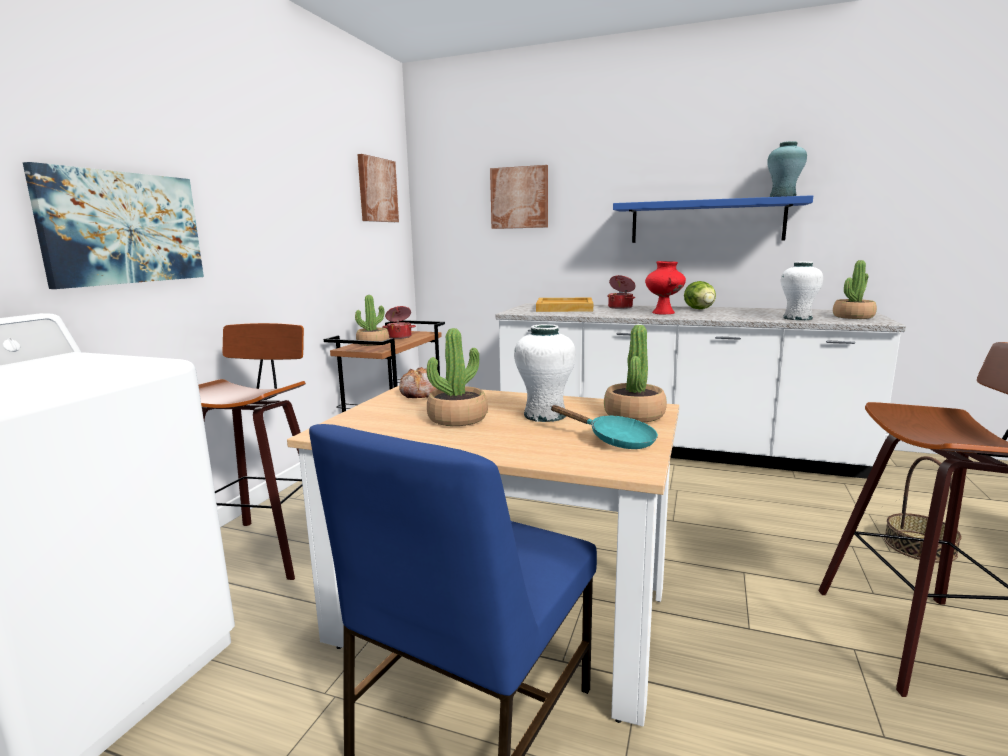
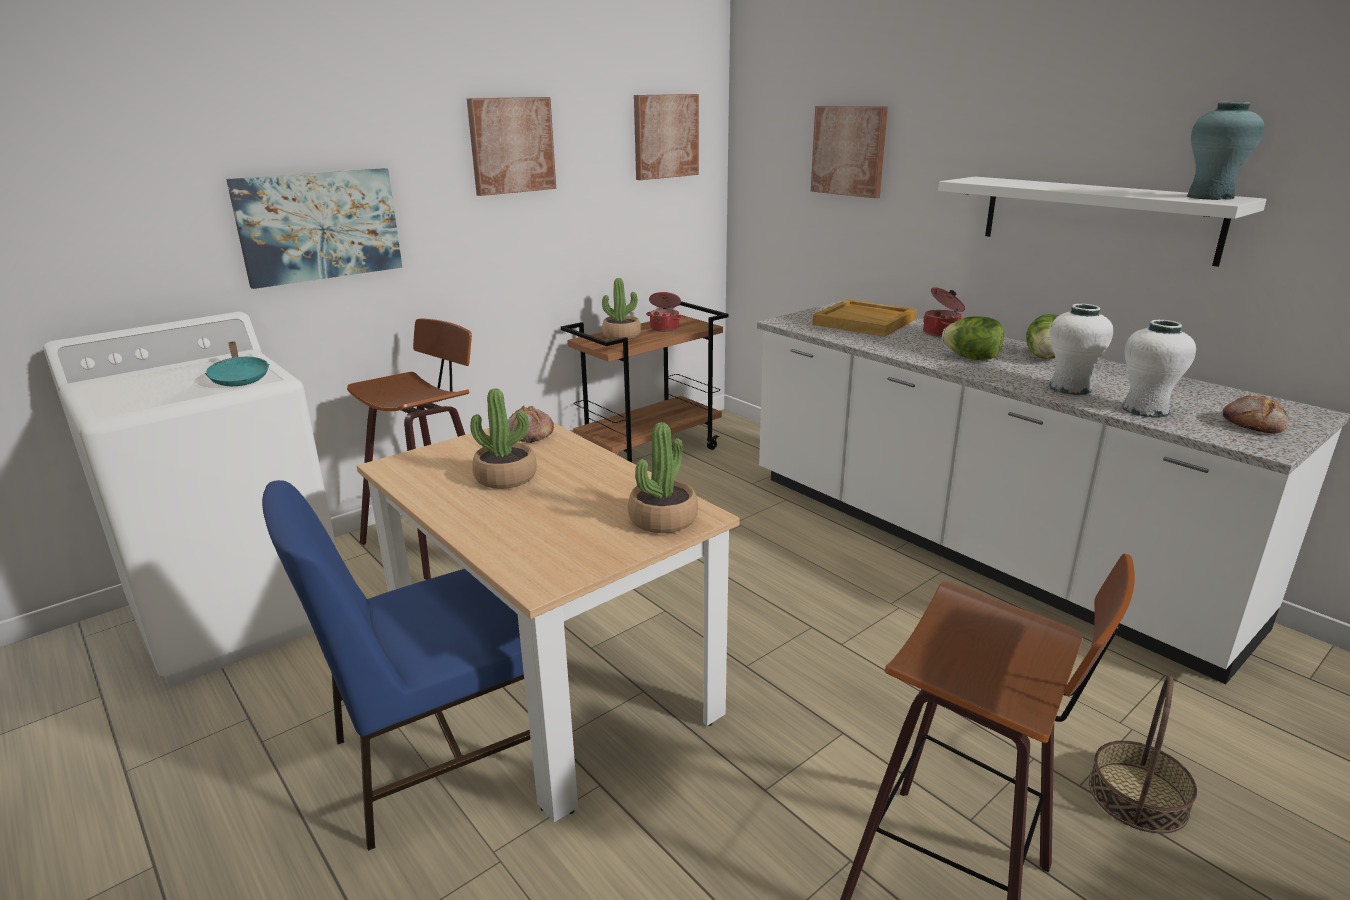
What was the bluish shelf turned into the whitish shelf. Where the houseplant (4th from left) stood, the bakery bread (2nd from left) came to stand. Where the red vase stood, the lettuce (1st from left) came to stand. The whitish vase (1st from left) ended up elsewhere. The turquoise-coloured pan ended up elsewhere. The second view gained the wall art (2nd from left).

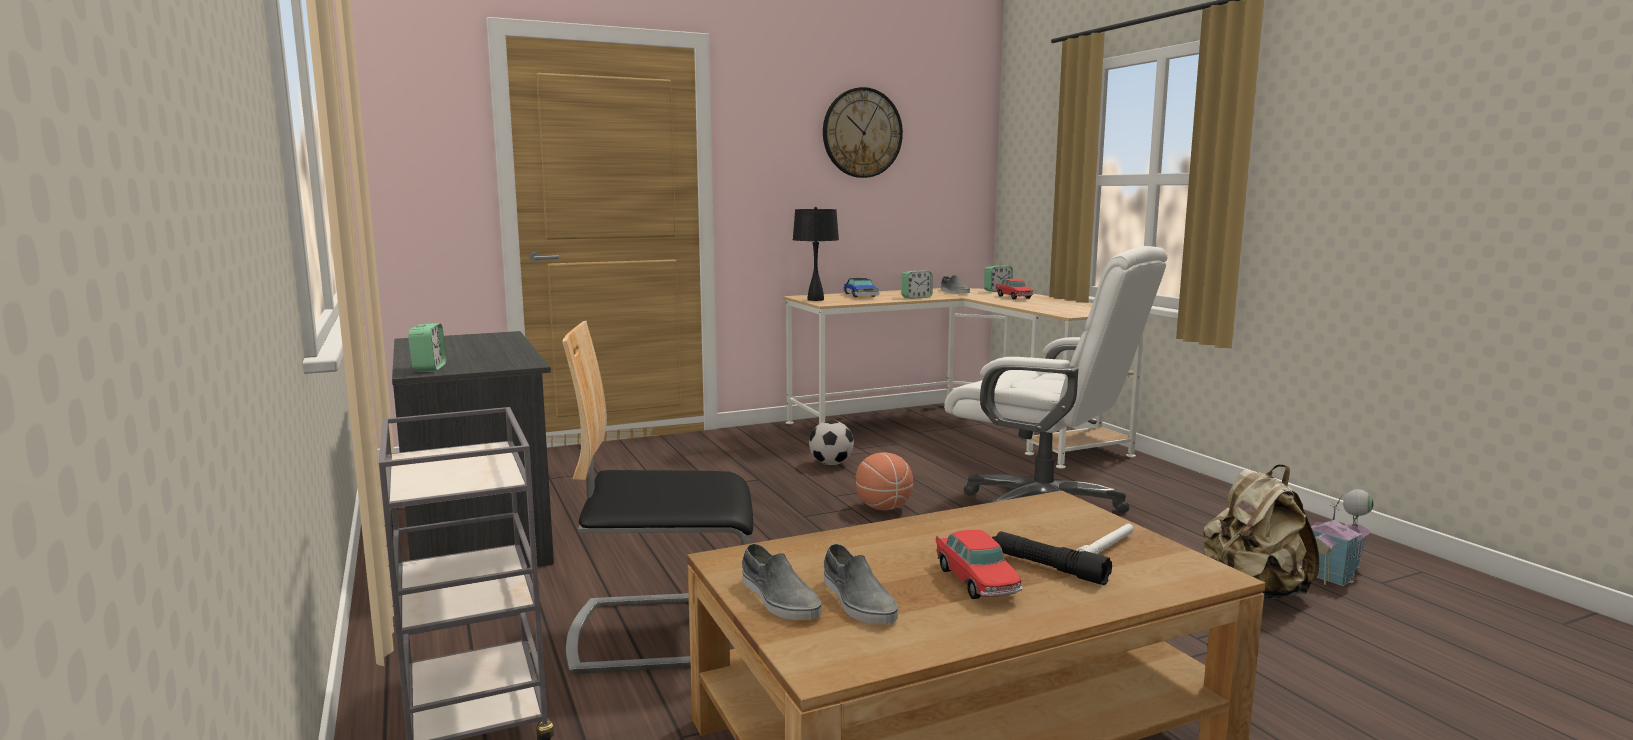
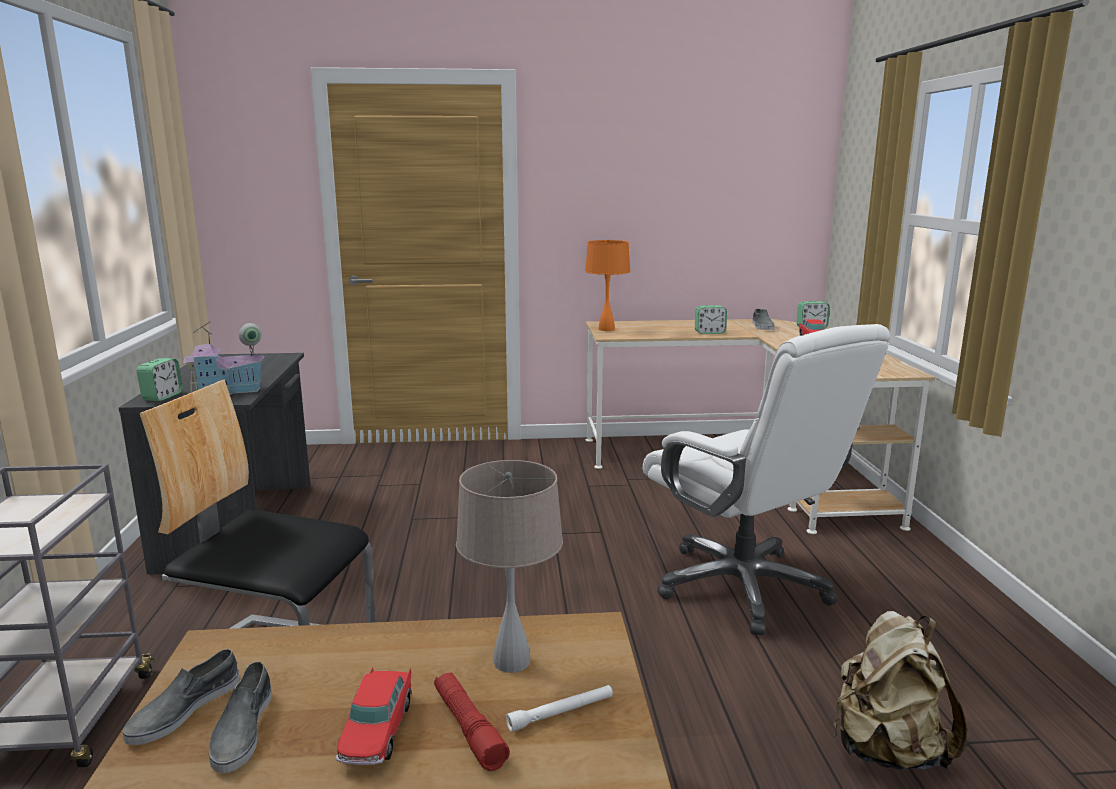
The second view lost the clock on the wall. What was the black-coloured tabletop lamp turned into the orangey tabletop lamp. The second view lost the miniature car (1st from left). The second view lost the football ball. The second view lost the basketball ball. The miniature house ended up elsewhere. What was the black-coloured torch turned into the red torch. The greyish low shoe (1st from left) ended up facing another way, 45 degrees clockwise from before. The second view gained the sand-coloured tabletop lamp.

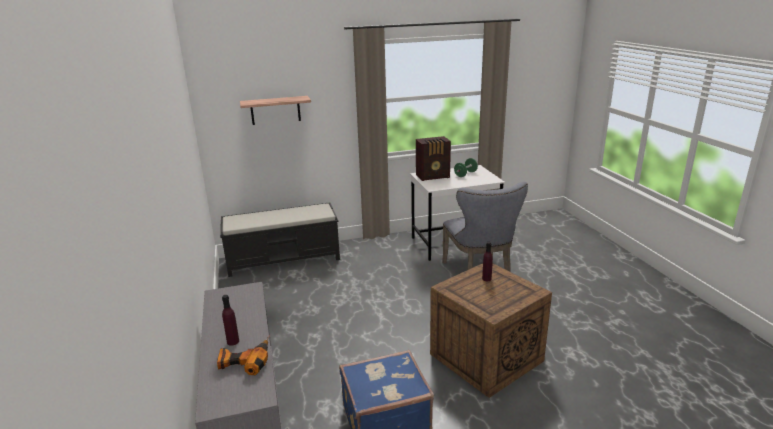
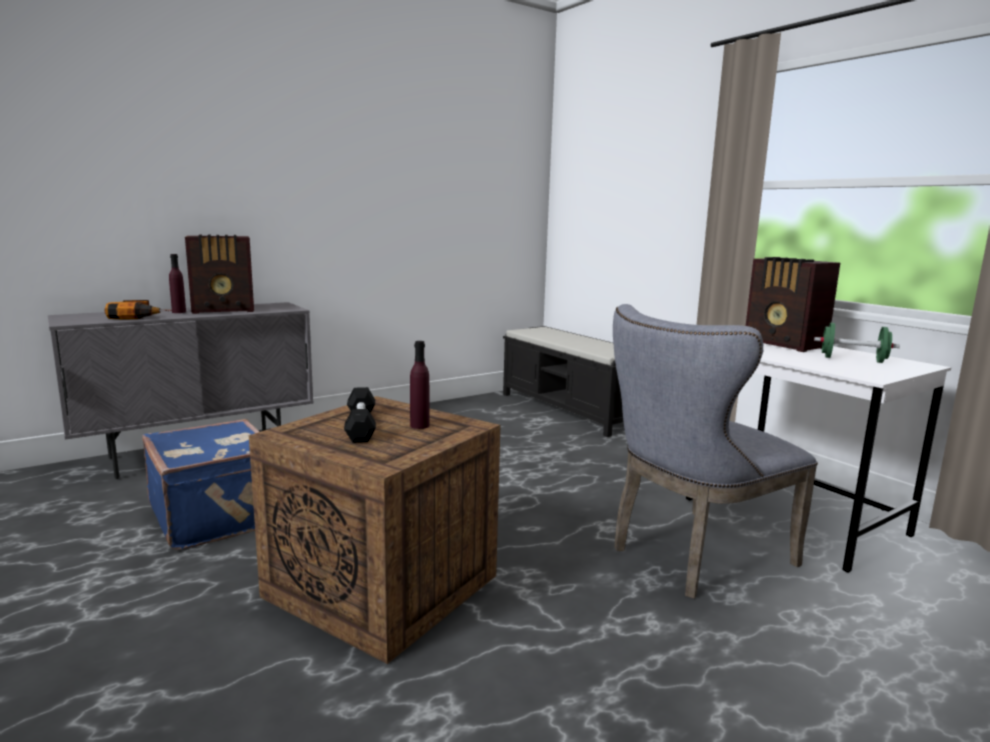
The second view lost the shelf. The second view gained the radio set (1st from left). The second view gained the black-coloured free weight.

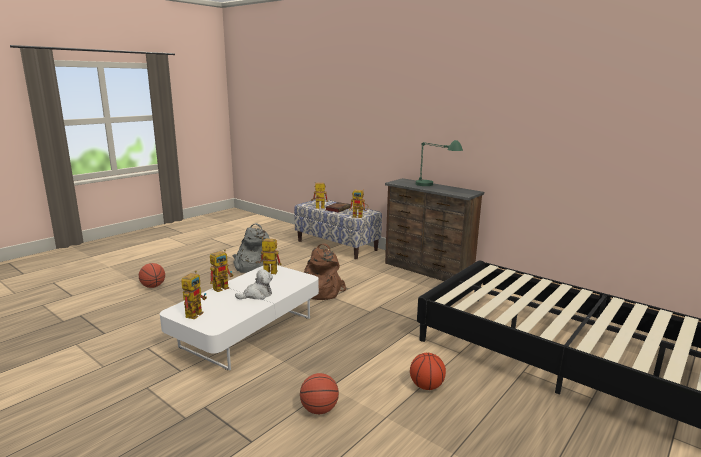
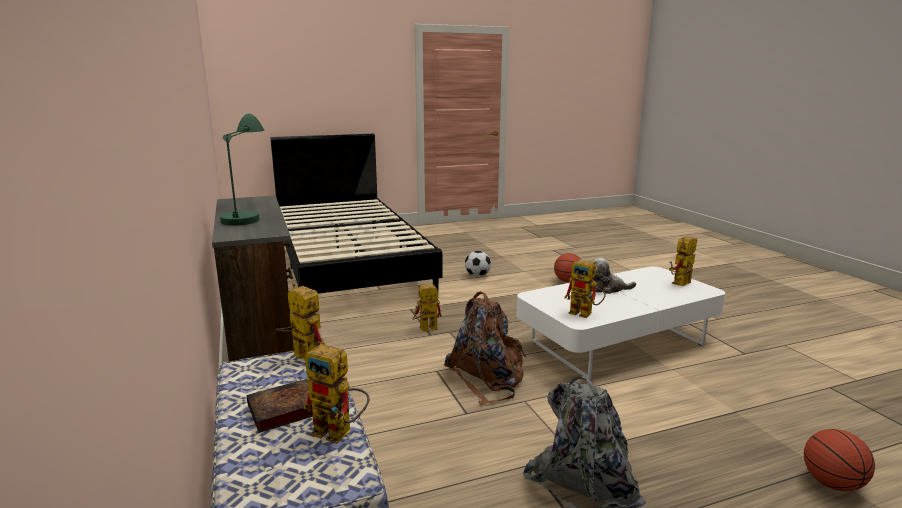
The toy robot (2nd from left in the first image) ended up elsewhere. Where the basketball ball (3rd from left) stood, the football ball came to stand.

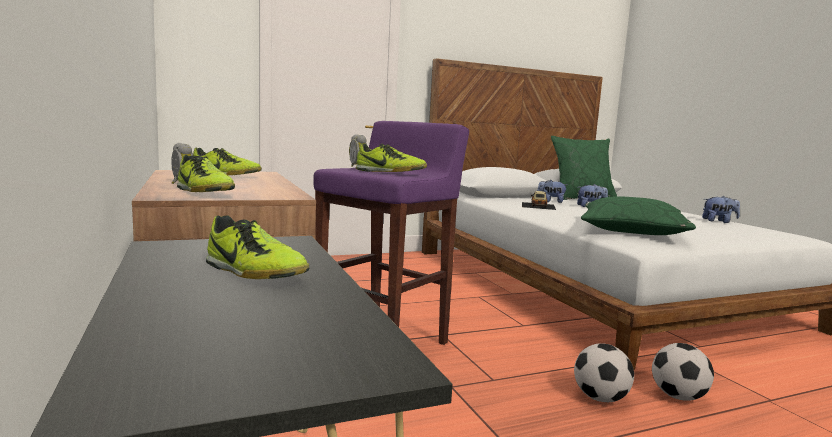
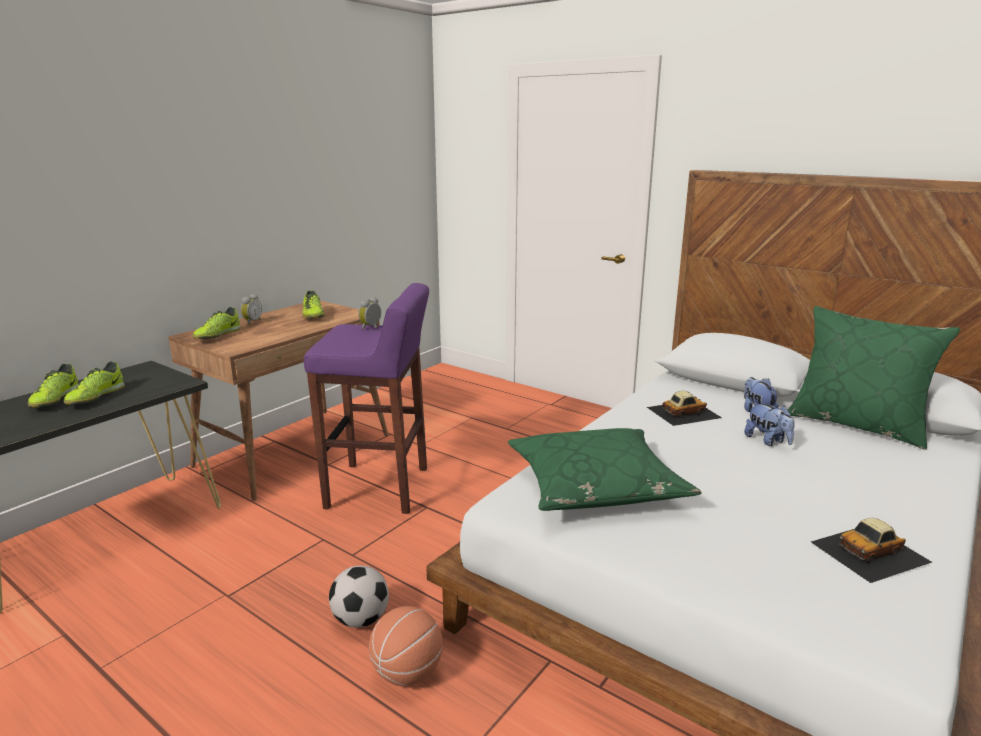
The low shoe (4th from left in the first image) ended up elsewhere. Where the soft toy (3rd from left) stood, the miniature car (2nd from left) came to stand. Where the football ball (2nd from left) stood, the basketball ball came to stand.

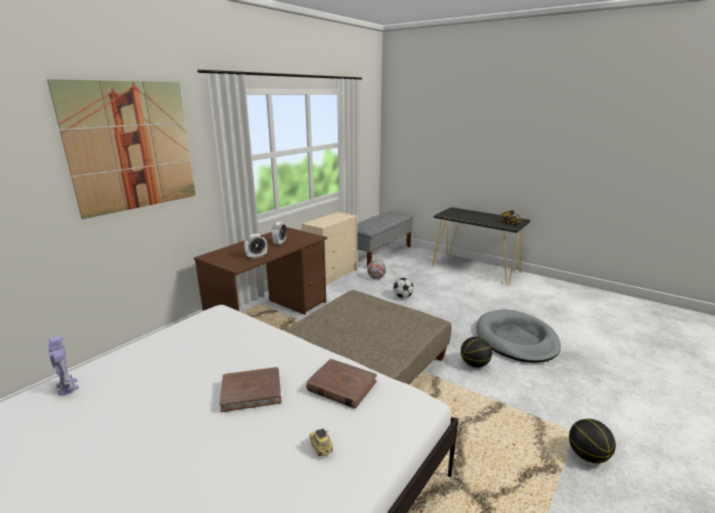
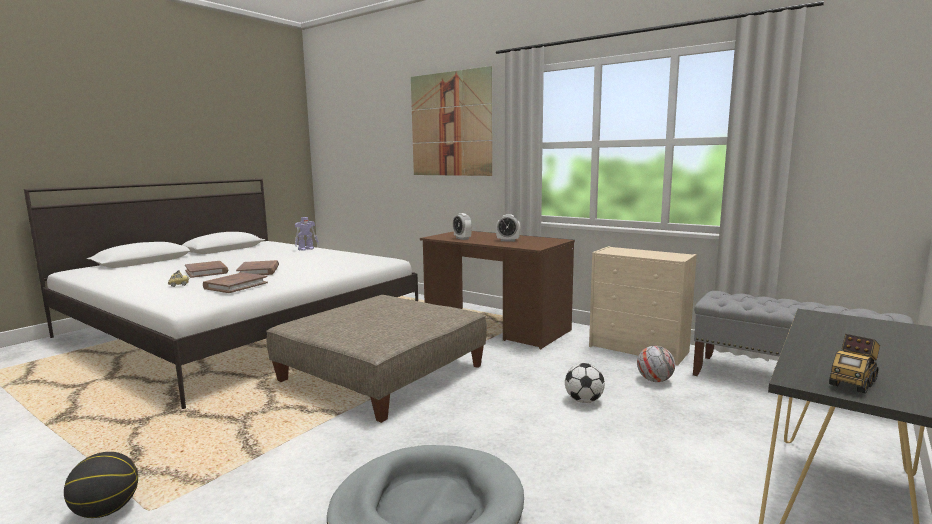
The second view lost the basketball ball (1st from left). The second view gained the brown-coloured volume (1st from left).

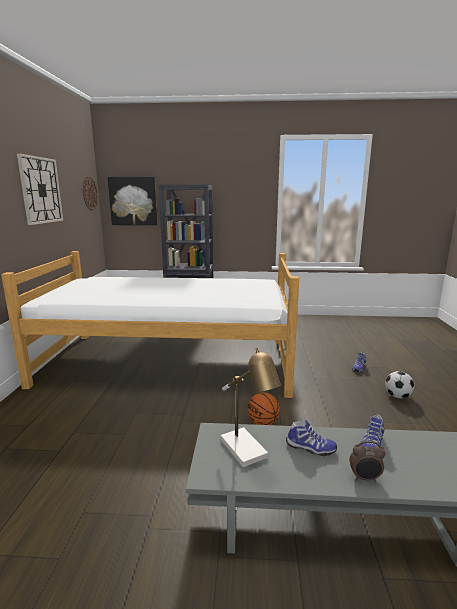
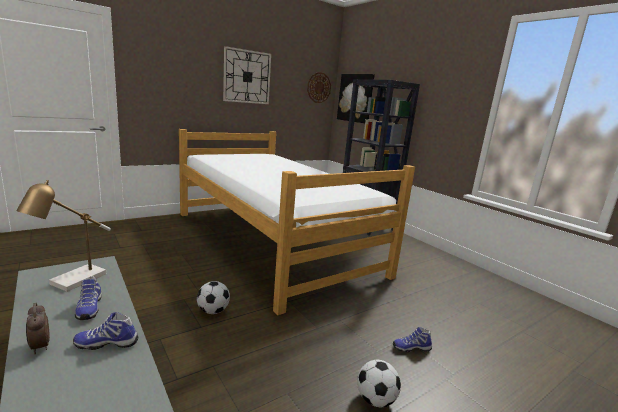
Where the basketball ball stood, the football ball (1st from left) came to stand.

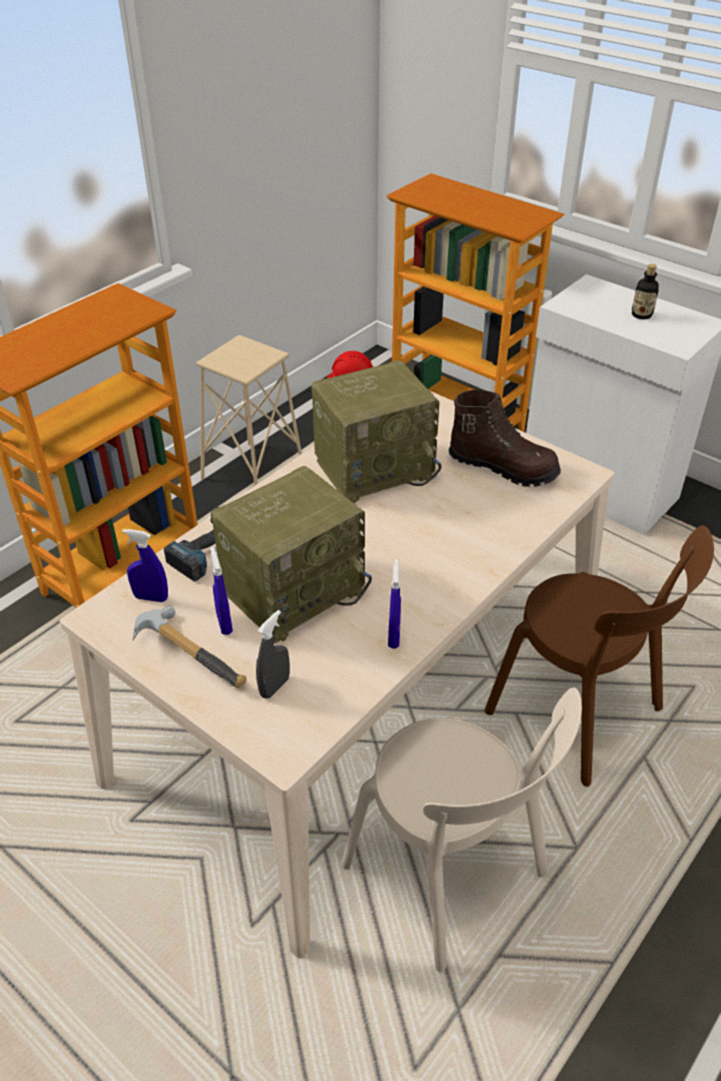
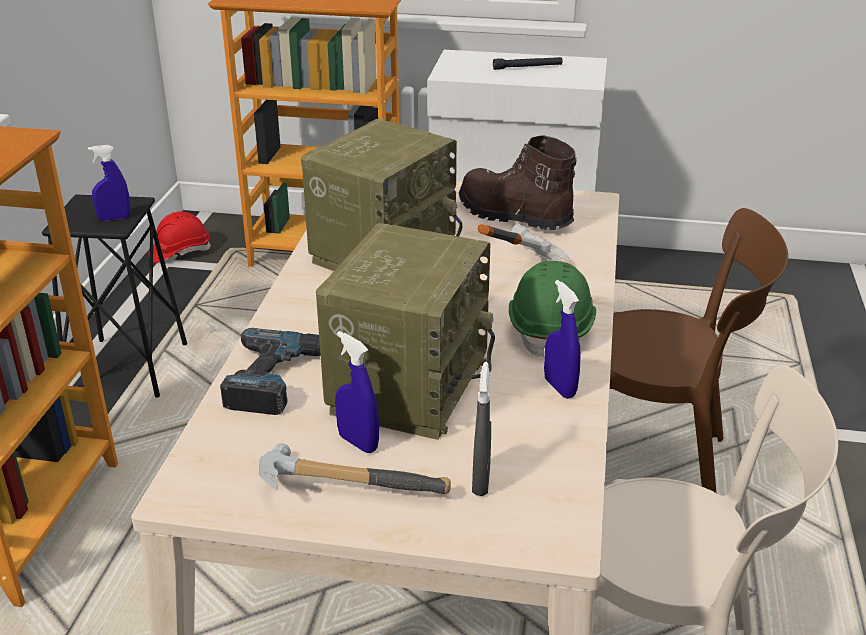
Where the bottle stood, the black-coloured torch came to stand. What was the sand-coloured sitting stool turned into the black-coloured sitting stool. The brown-coloured boot ended up facing another way, 135 degrees counterclockwise from before. The bluish hand sprayer (1st from left) ended up elsewhere. The second view gained the hammer (2nd from left). The second view gained the green-coloured hard hat.

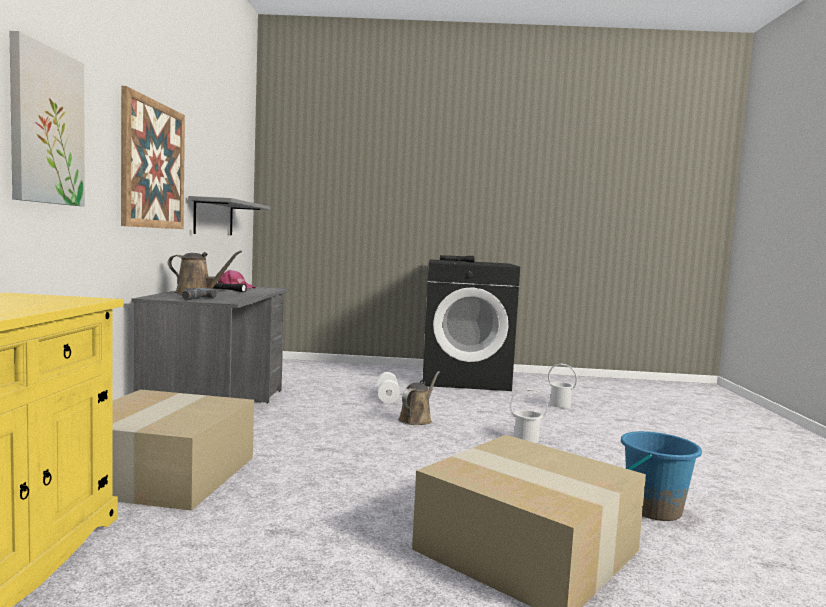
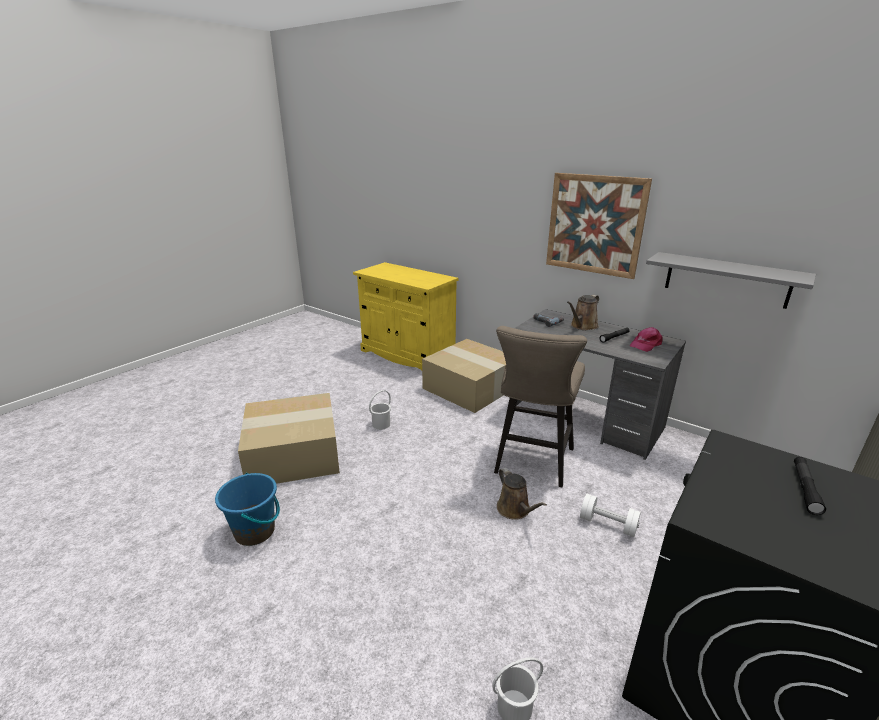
The second view lost the wall art (1st from left). The whitish pail (1st from left) ended up elsewhere. The second view gained the sand-coloured sitting stool.

